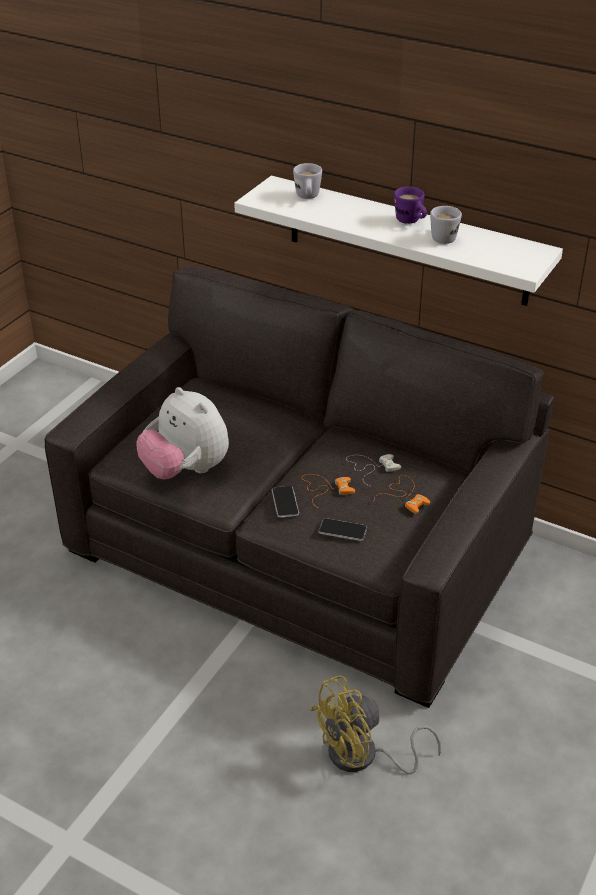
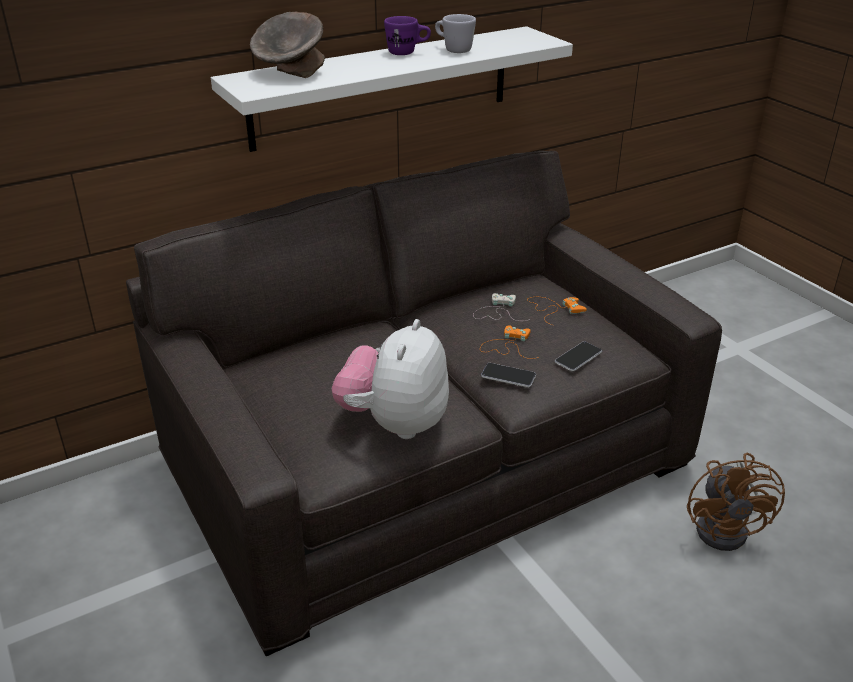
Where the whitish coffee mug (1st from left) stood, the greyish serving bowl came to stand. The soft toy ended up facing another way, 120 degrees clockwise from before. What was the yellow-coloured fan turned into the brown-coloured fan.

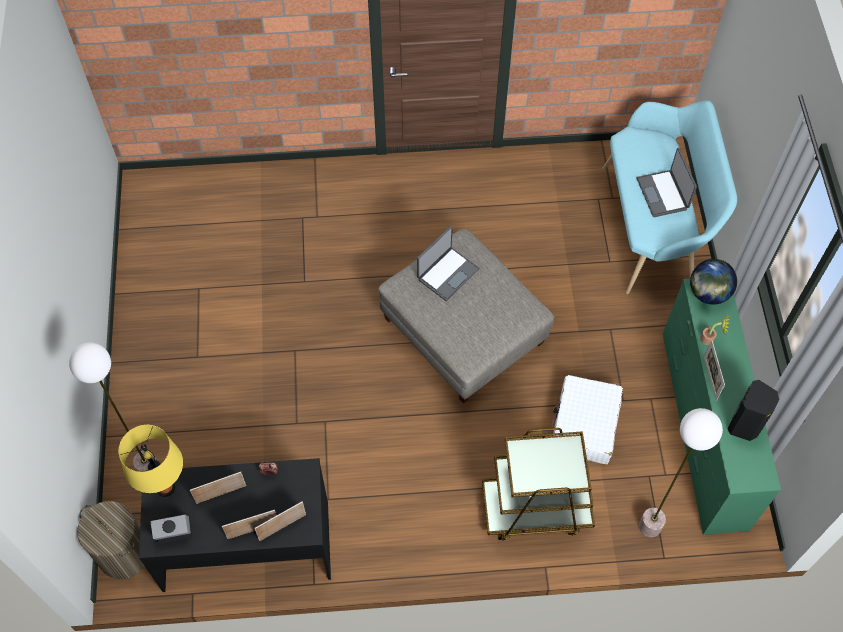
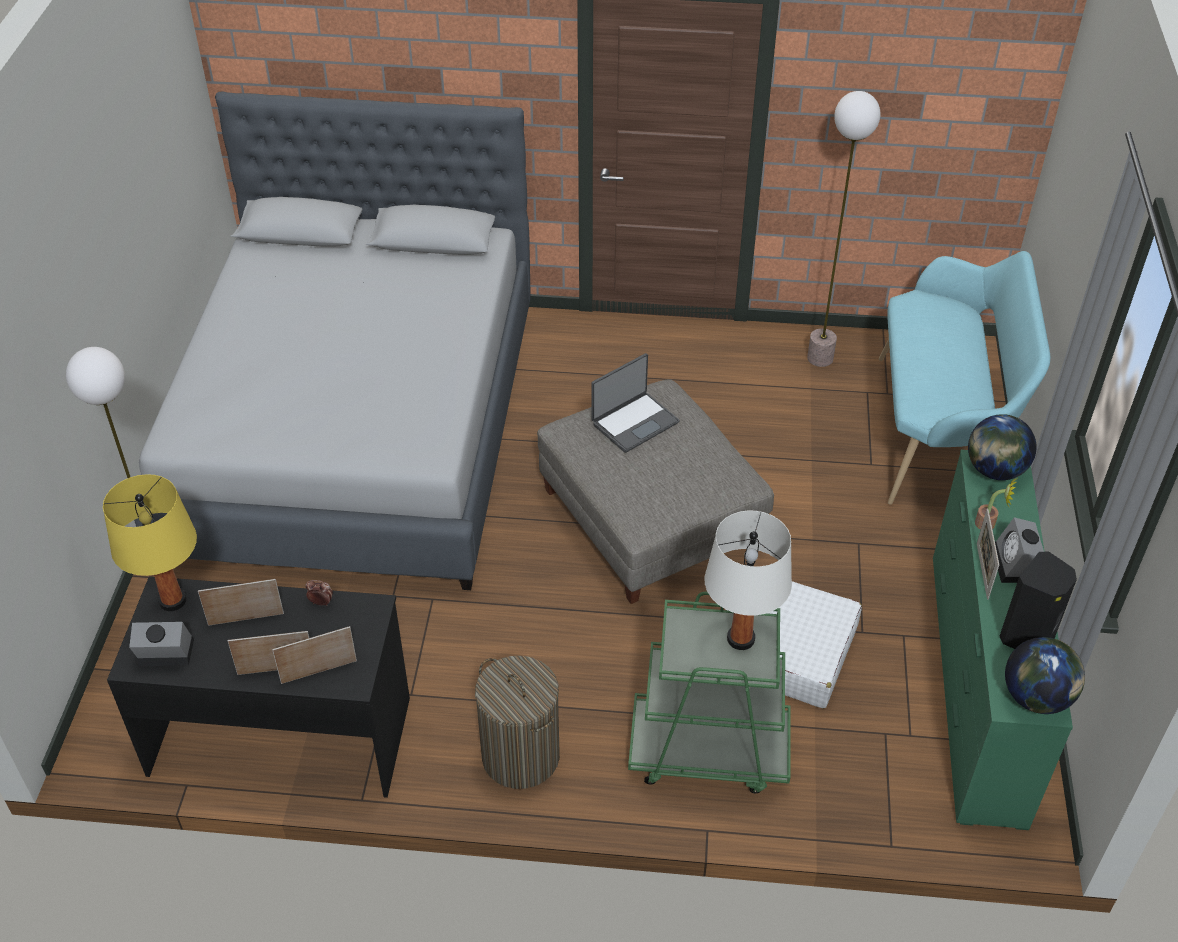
The second view lost the notebook computer (2nd from left). The standard lamp (2nd from left) ended up elsewhere. What was the brown-coloured trolley turned into the green-coloured trolley. The washing basket ended up elsewhere. The second view gained the greyish sleeping bed. The second view gained the whitish tabletop lamp. The second view gained the table clock (3rd from left). The second view gained the world globe (2nd from left).

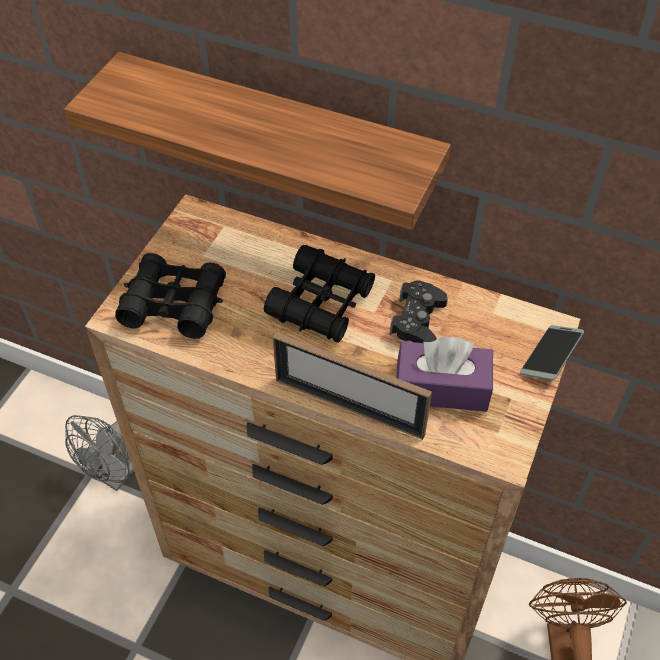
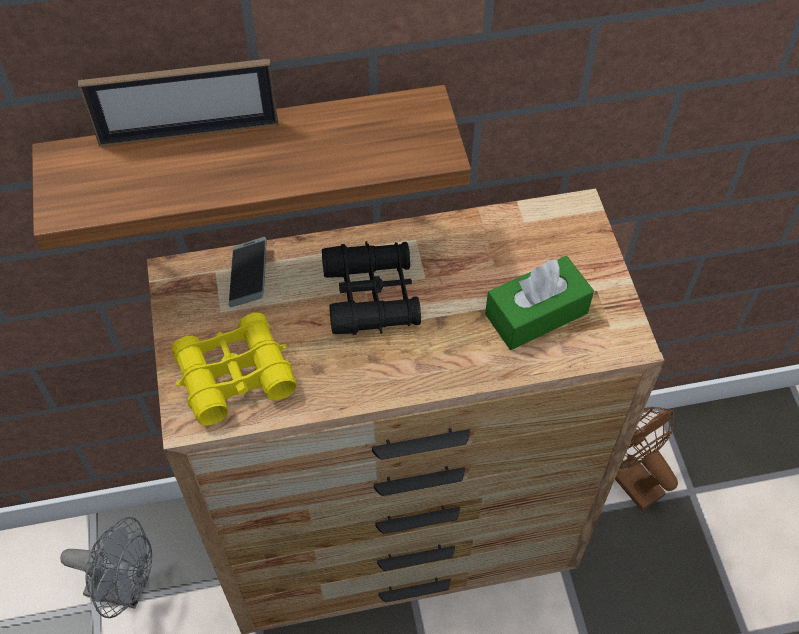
What was the black-coloured pair of binoculars (1st from left) turned into the yellow-coloured pair of binoculars. The second view lost the black-coloured gamepad. The handset ended up elsewhere. The picture frame ended up elsewhere. What was the purple tissue box turned into the green-coloured tissue box. The greyish fan ended up facing another way, 75 degrees counterclockwise from before.

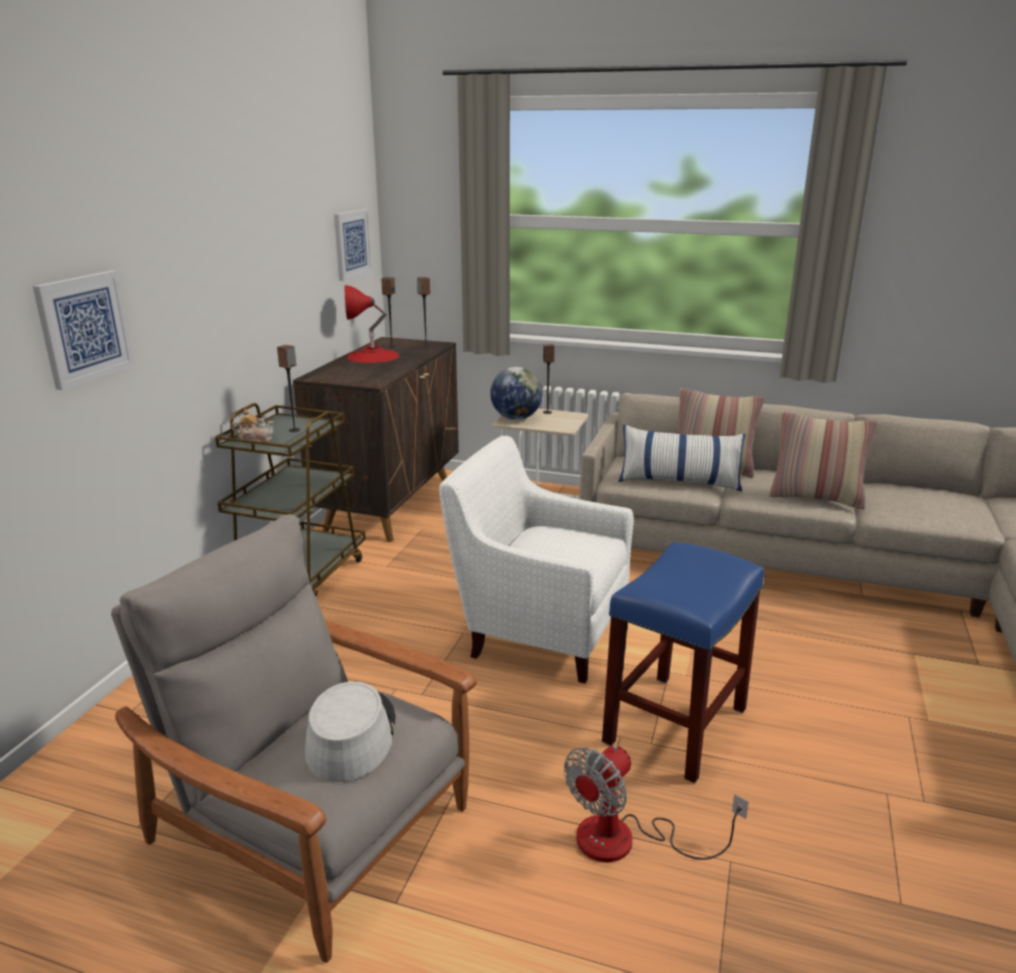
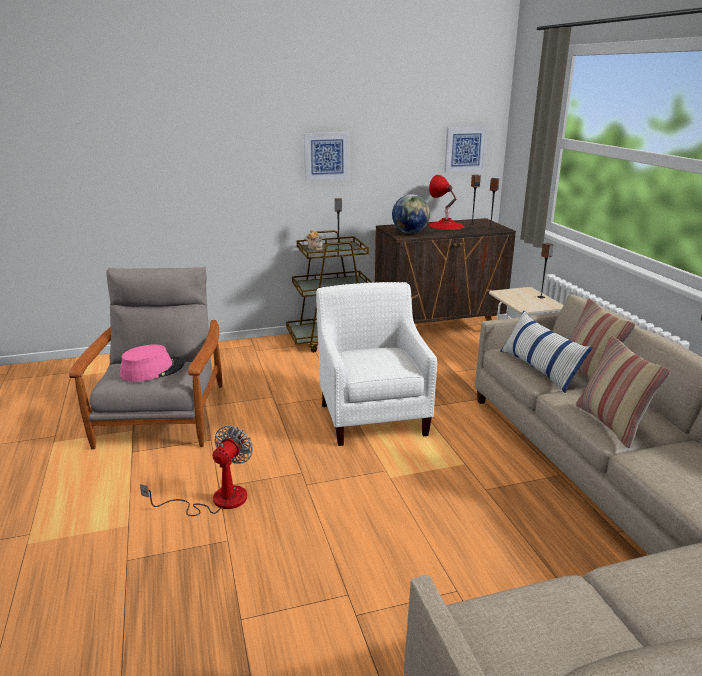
The wall art (1st from left) ended up elsewhere. The world globe ended up elsewhere. The second view lost the bluish sitting stool. What was the greyish hat turned into the pinkish hat. The fan ended up facing another way, 105 degrees clockwise from before.

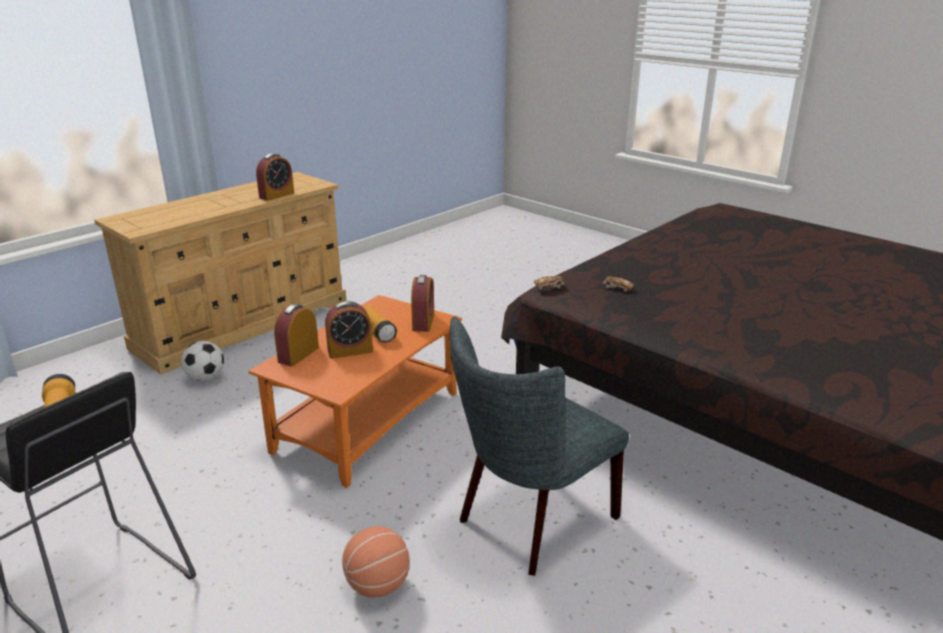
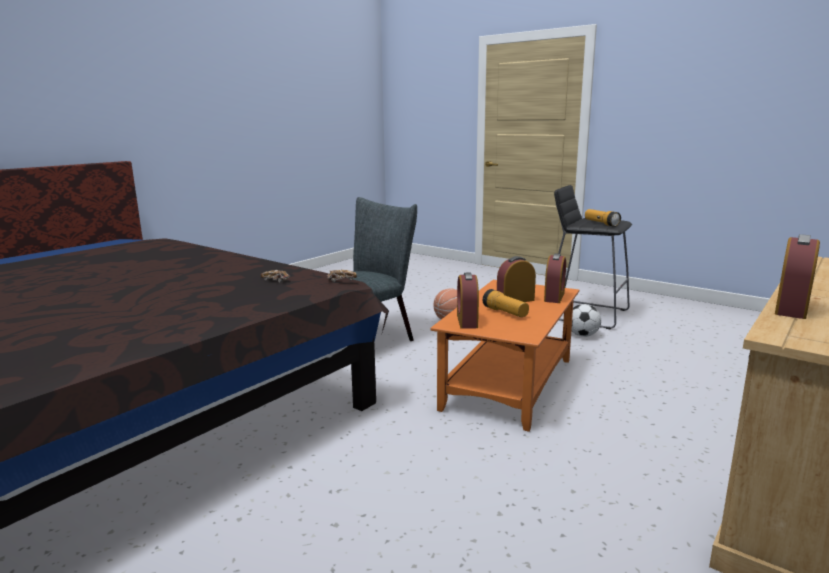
The football ball ended up elsewhere.

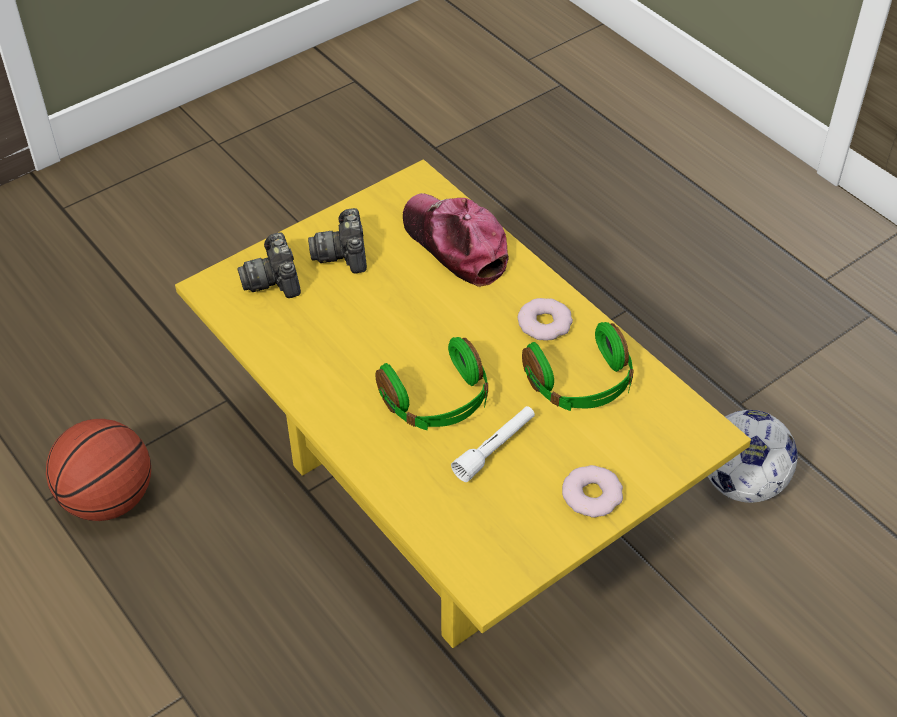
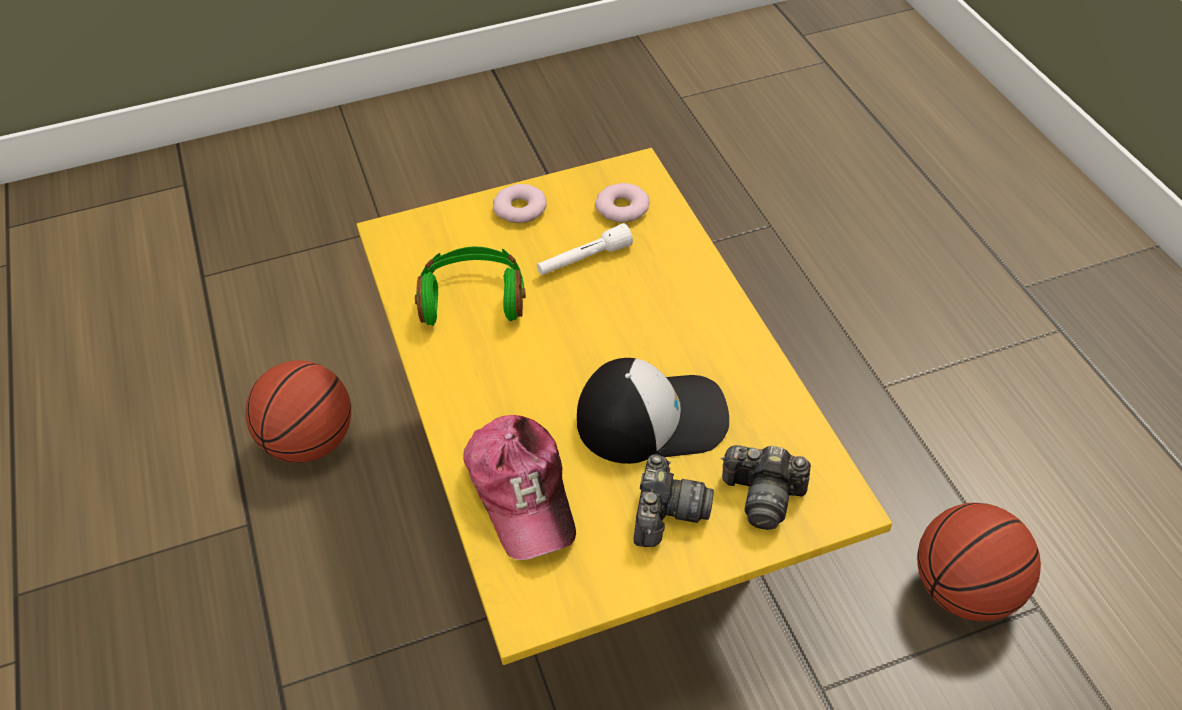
The photo camera (1st from left in the first image) ended up facing another way, 105 degrees clockwise from before. The donut (1st from left in the first image) ended up elsewhere. The second view lost the green-coloured pair of headphones (1st from left). Where the football ball stood, the basketball ball (1st from left) came to stand. The second view gained the peaked cap (2nd from left).

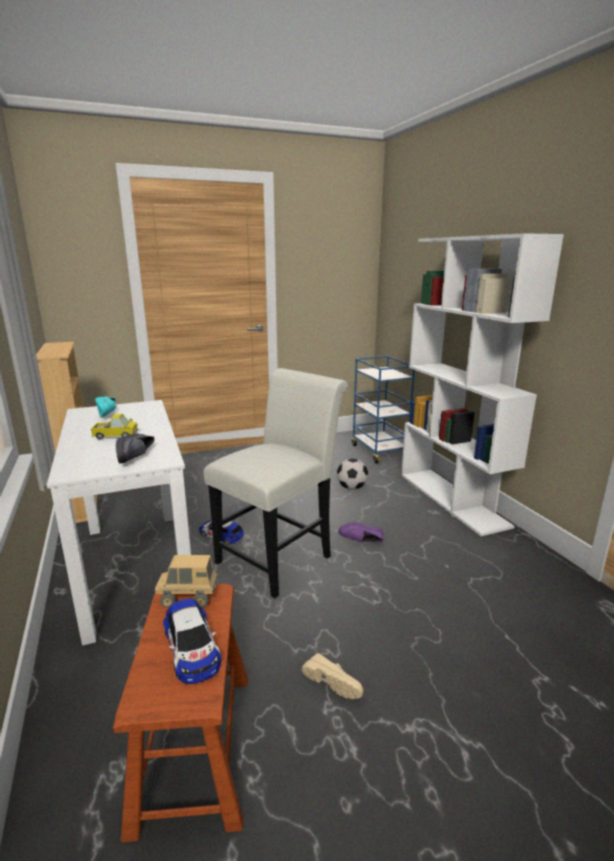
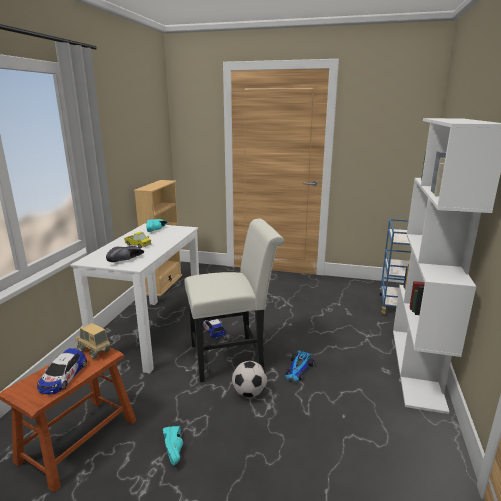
The football ball ended up elsewhere. Where the purple low shoe stood, the miniature car (3rd from left) came to stand. What was the sand-coloured low shoe turned into the turquoise-coloured low shoe (2nd from left).

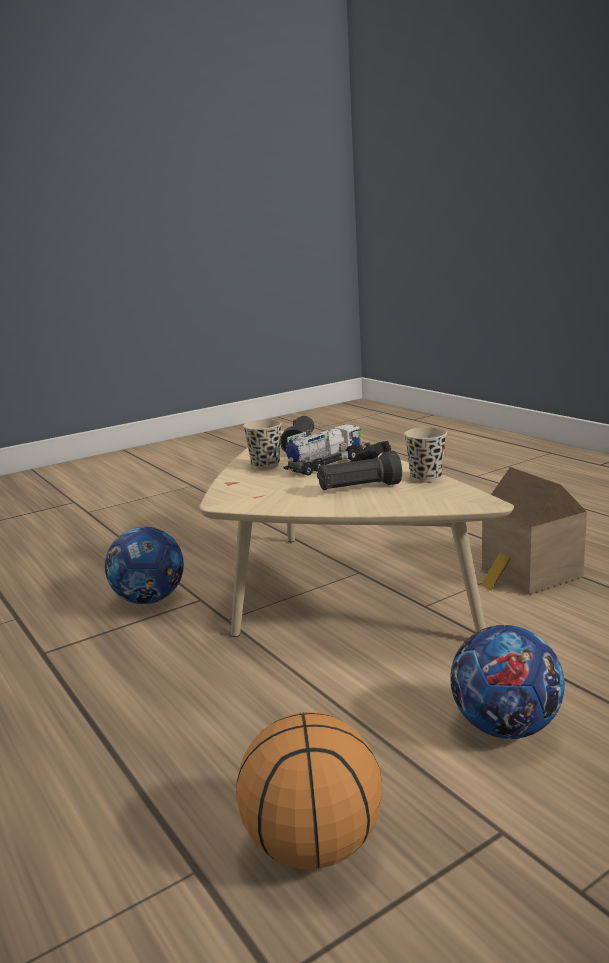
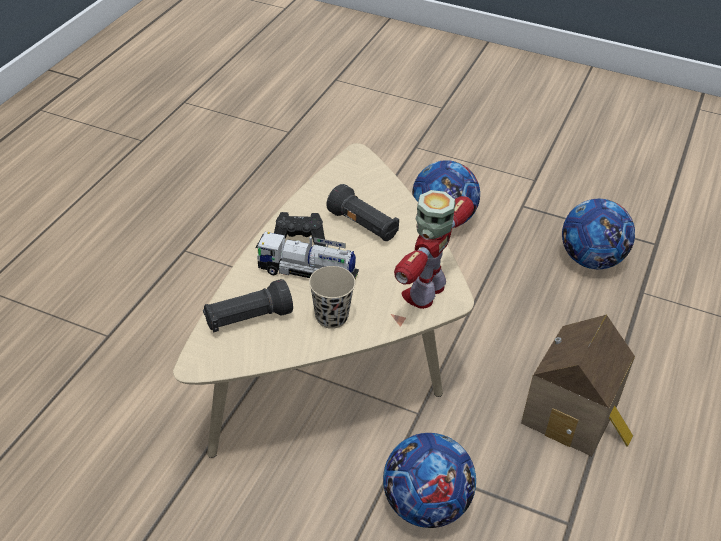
The second view lost the sand-coloured cup (2nd from left). The miniature house ended up elsewhere. Where the basketball ball stood, the football ball (3rd from left) came to stand. The second view gained the toy robot.

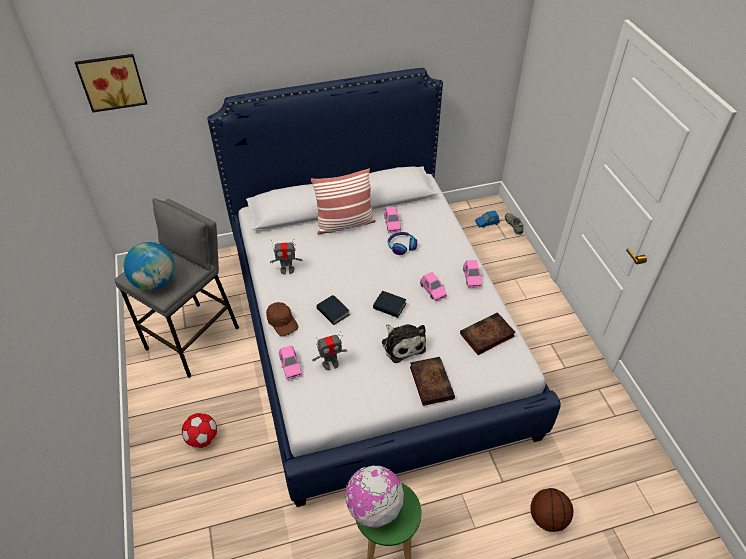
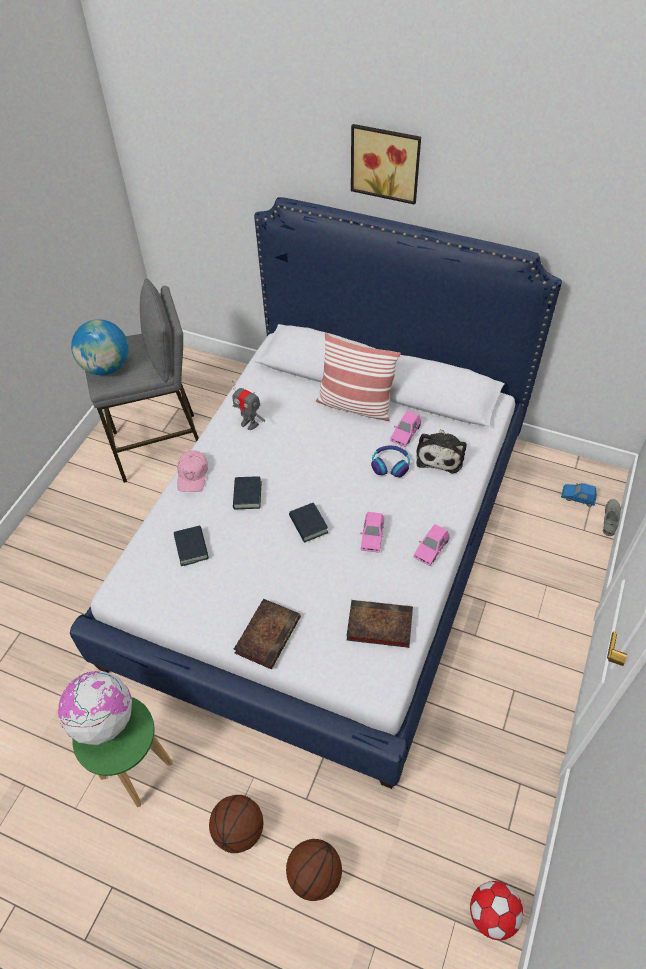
The wall art ended up elsewhere. What was the brown-coloured peaked cap turned into the pinkish peaked cap. The soft toy ended up elsewhere. Where the toy robot (2nd from left) stood, the volume (1st from left) came to stand. The second view lost the pinkish miniature car (1st from left). The football ball ended up elsewhere. The second view gained the basketball ball (1st from left).

